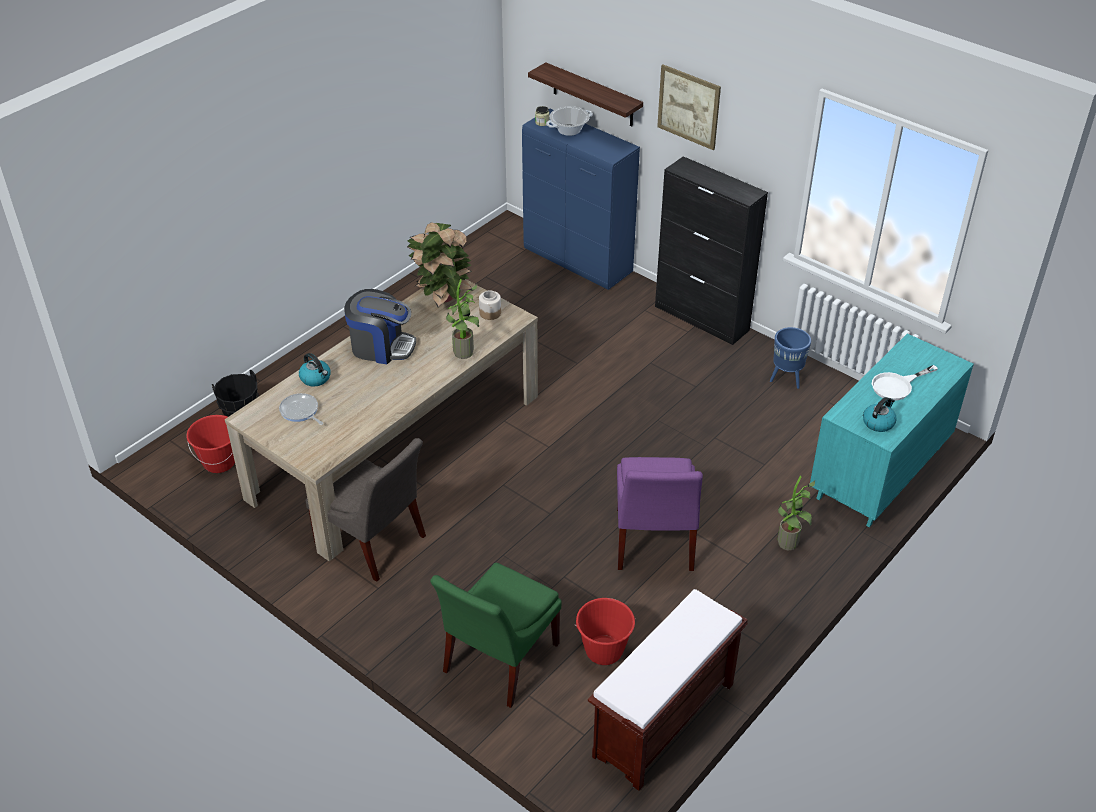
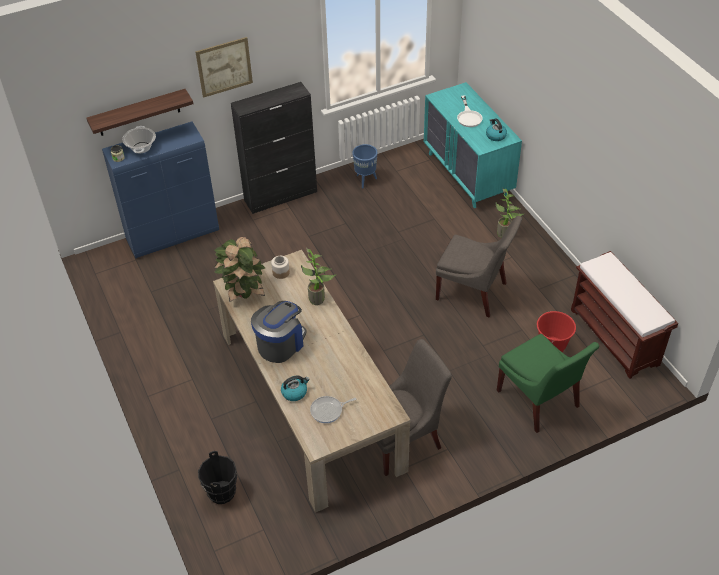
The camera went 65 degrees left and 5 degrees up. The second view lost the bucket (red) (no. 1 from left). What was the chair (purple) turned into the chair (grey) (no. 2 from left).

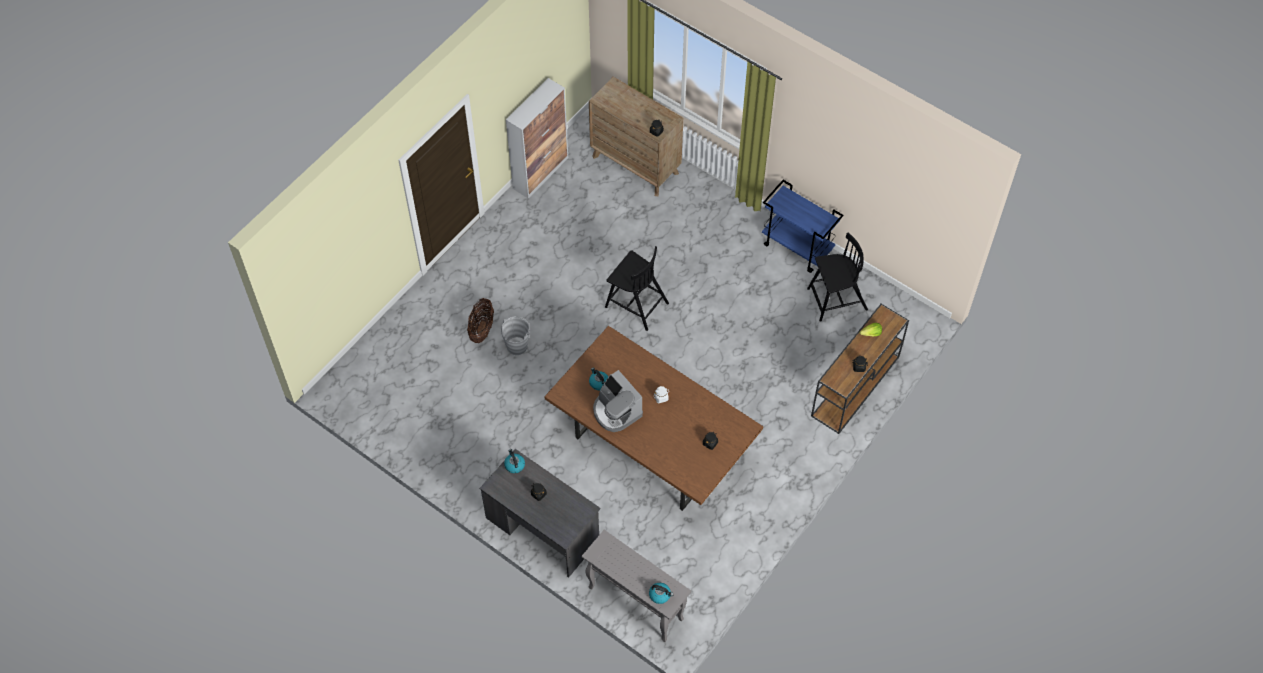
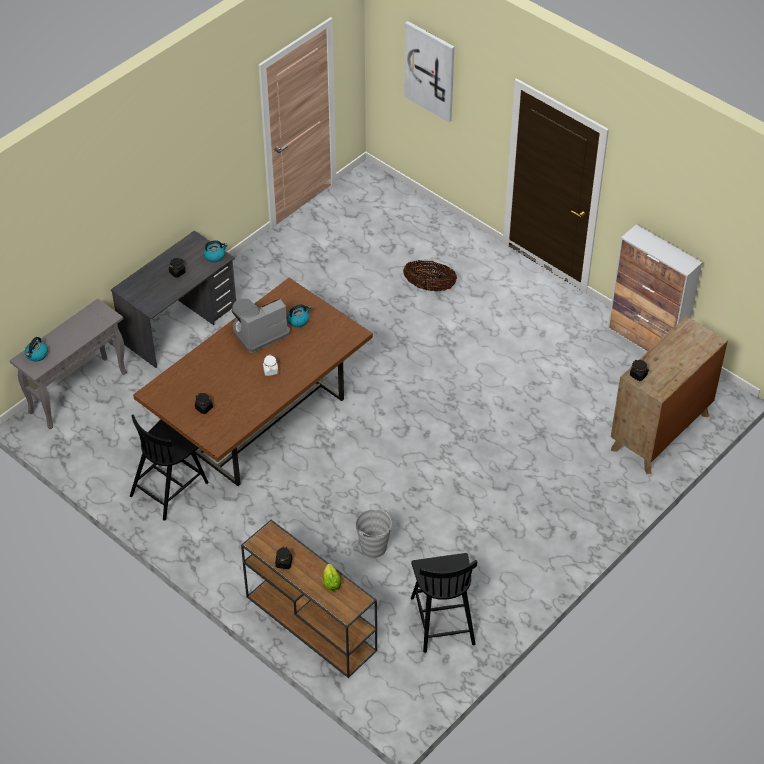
The camera went 95 degrees right and 10 degrees down. The bucket (grey) ended up elsewhere. The chair (black) (no. 1 from left) ended up elsewhere. The second view lost the cart (blue). The second view gained the picture.

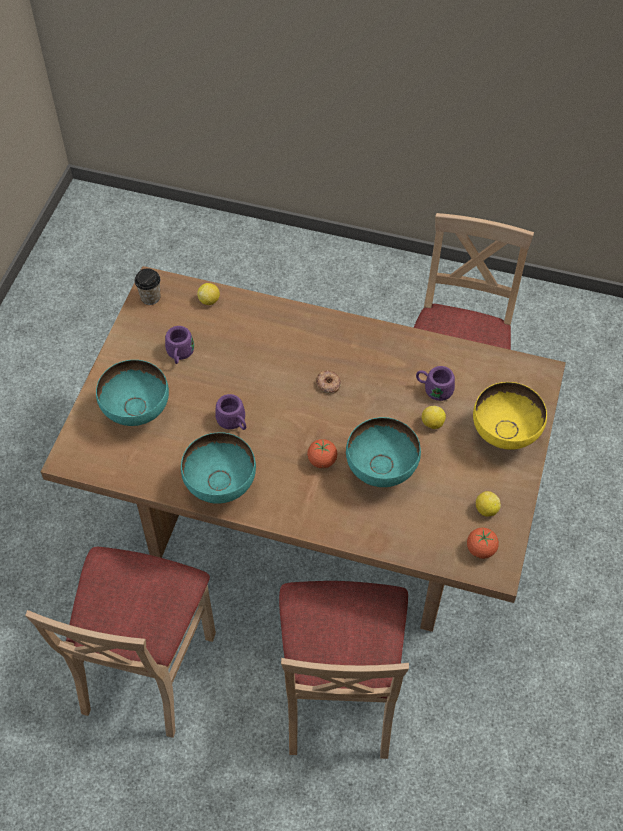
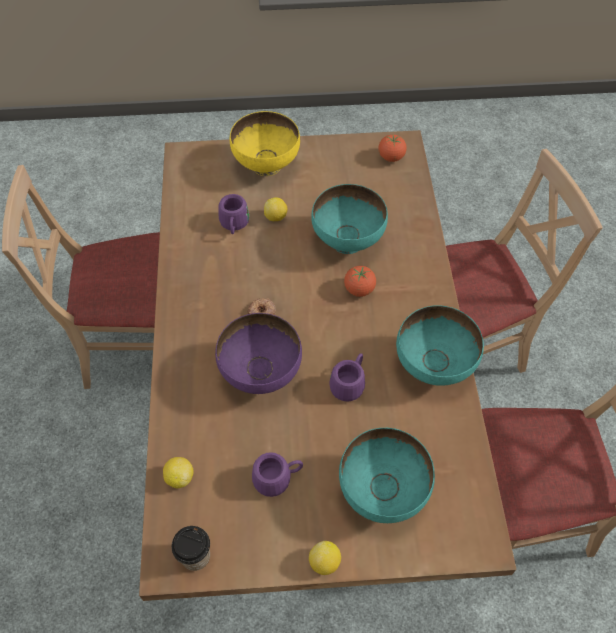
The camera went 110 degrees left and 0 degrees up. The lemon (no. 3 from left) ended up elsewhere. The second view gained the bowl (purple).

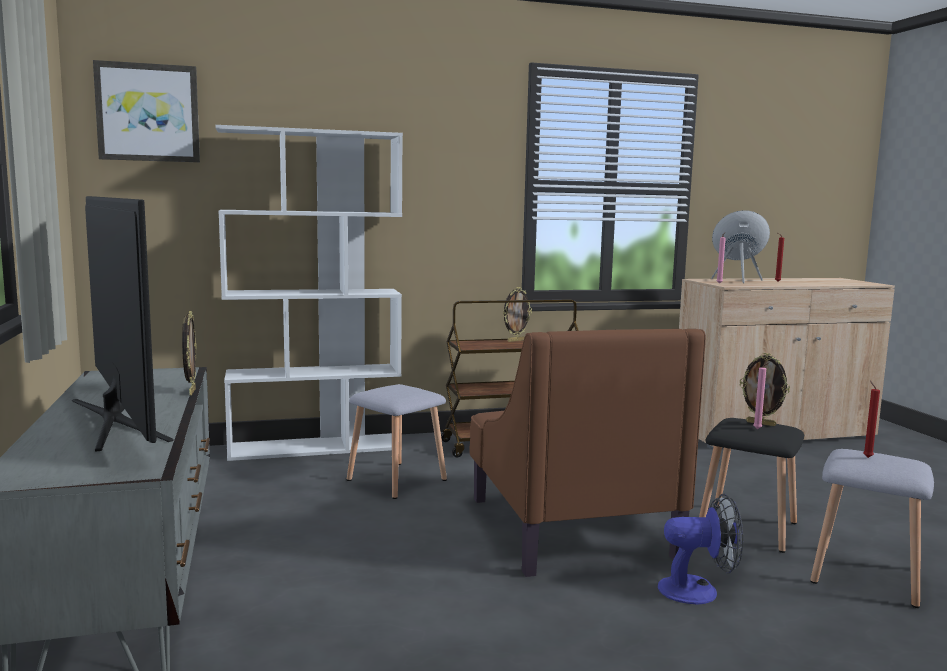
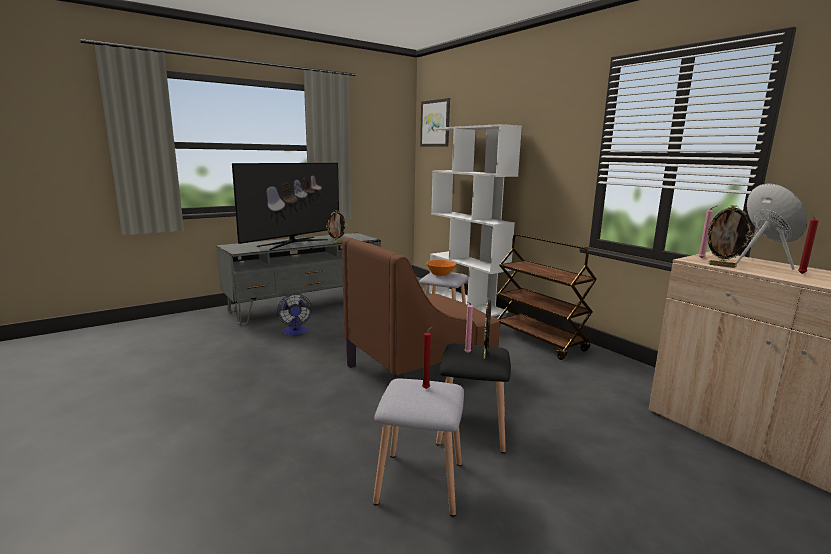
The camera went 70 degrees right and 5 degrees up. The picture frame (no. 2 from left in the first image) ended up elsewhere. The fan ended up elsewhere. The second view gained the bowl (orange).

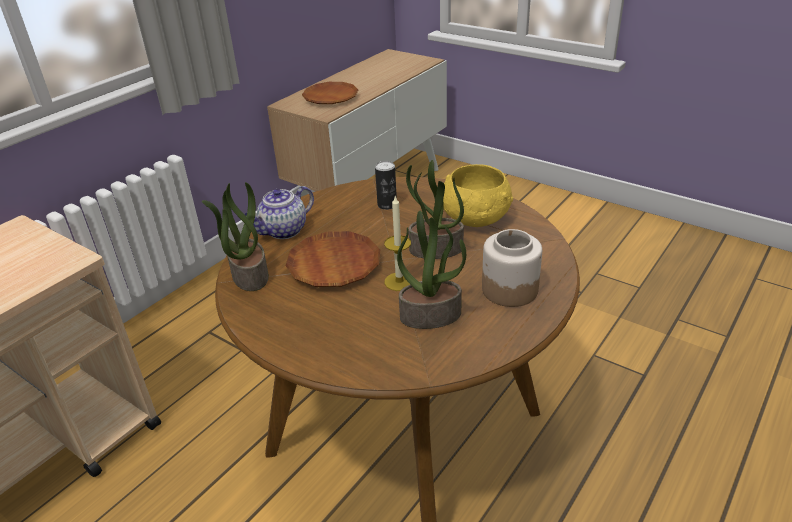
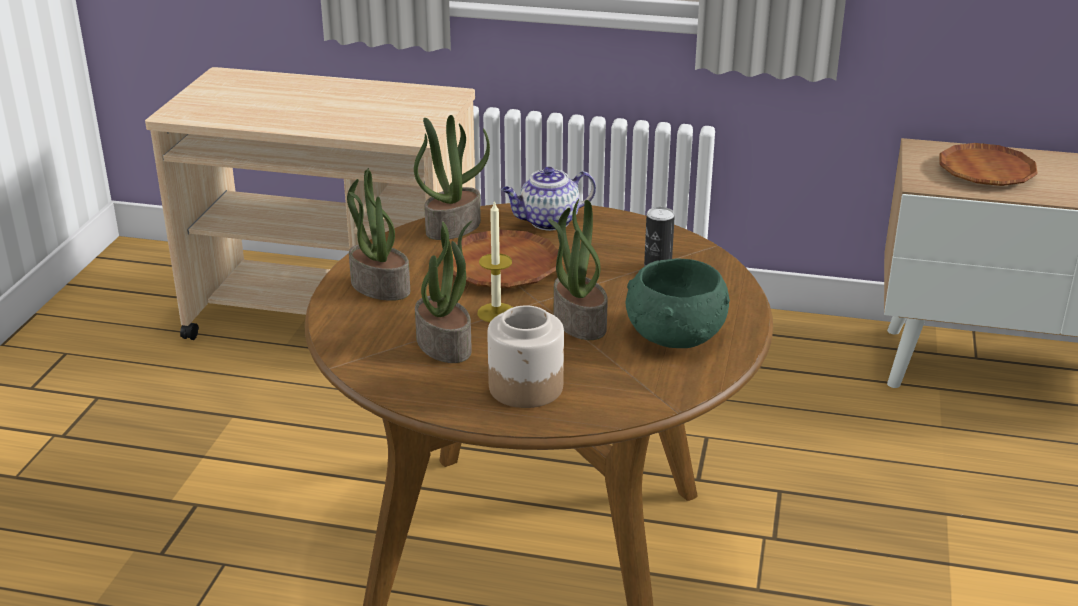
The camera went 65 degrees right and 5 degrees down. The teapot ended up facing another way, 45 degrees counterclockwise from before. What was the bowl (yellow) turned into the bowl (green). The second view gained the potted plant (no. 1 from left).

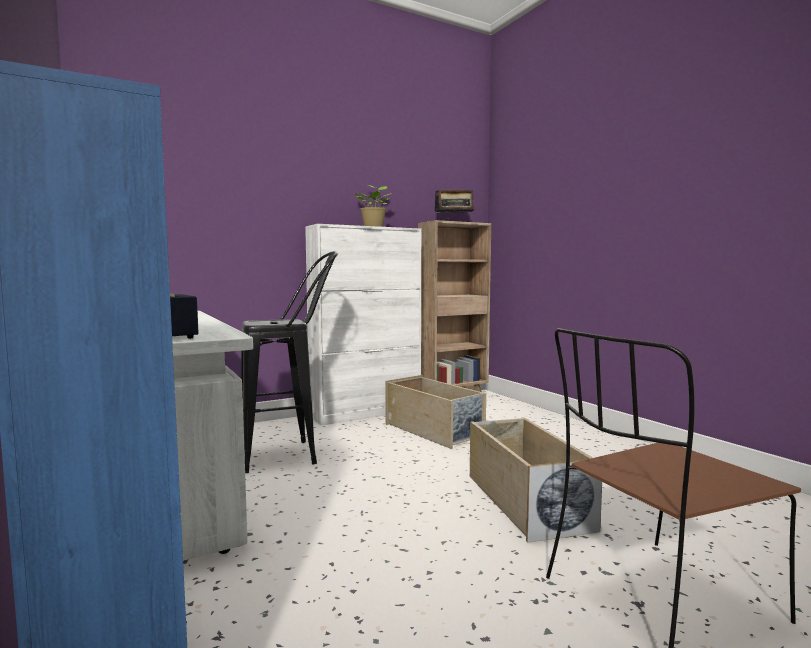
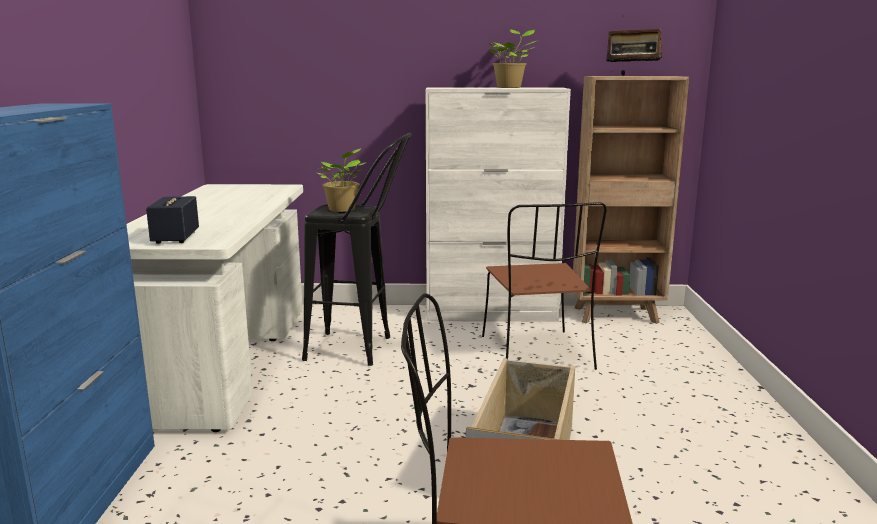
The camera went 30 degrees right and 10 degrees up. Where the storage box (beige) (no. 1 from left) stood, the chair (brown) (no. 2 from left) came to stand. The second view gained the potted plant (no. 1 from left).

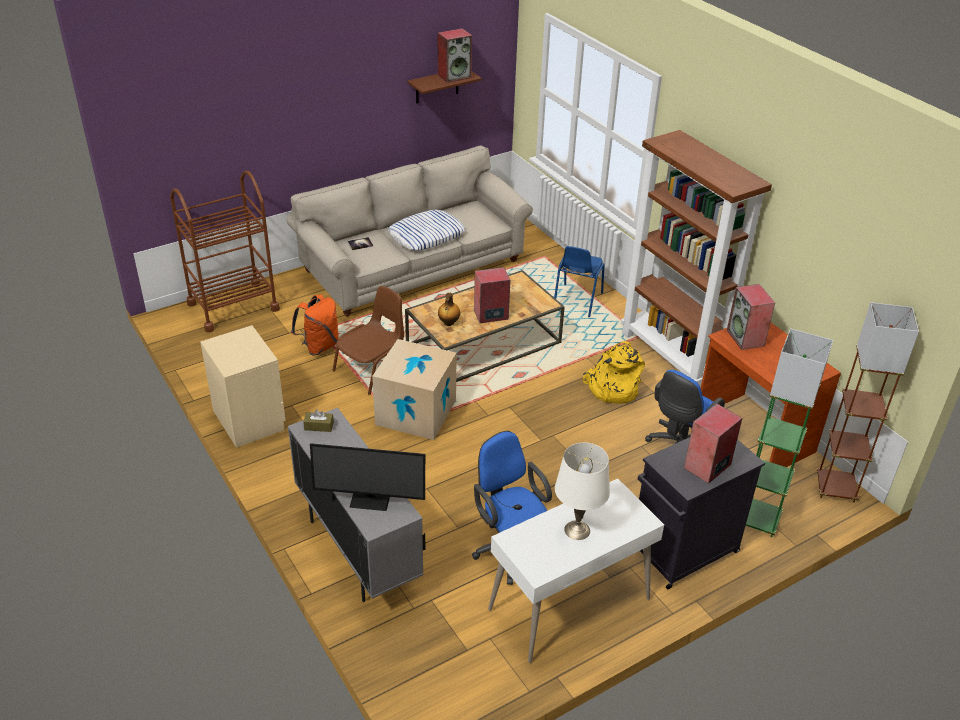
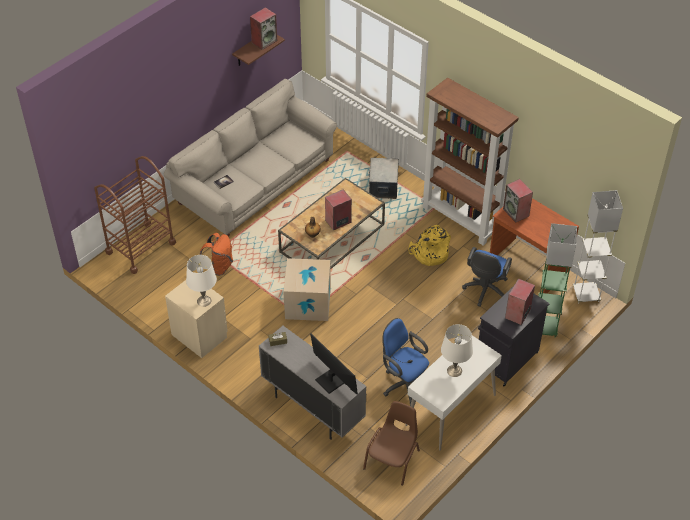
The camera went 15 degrees left and 10 degrees up. The monitor ended up facing another way, 120 degrees counterclockwise from before. The chair (brown) ended up elsewhere. The second view lost the pillow. Where the chair (blue) stood, the storage box came to stand. What was the floor lamp (brown) turned into the floor lamp (white). The second view gained the table lamp (white) (no. 1 from left).

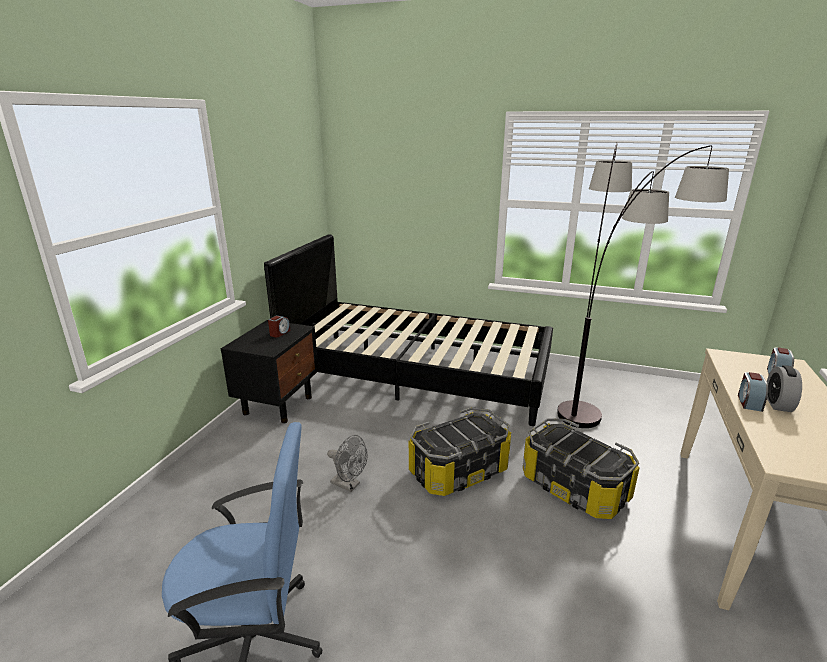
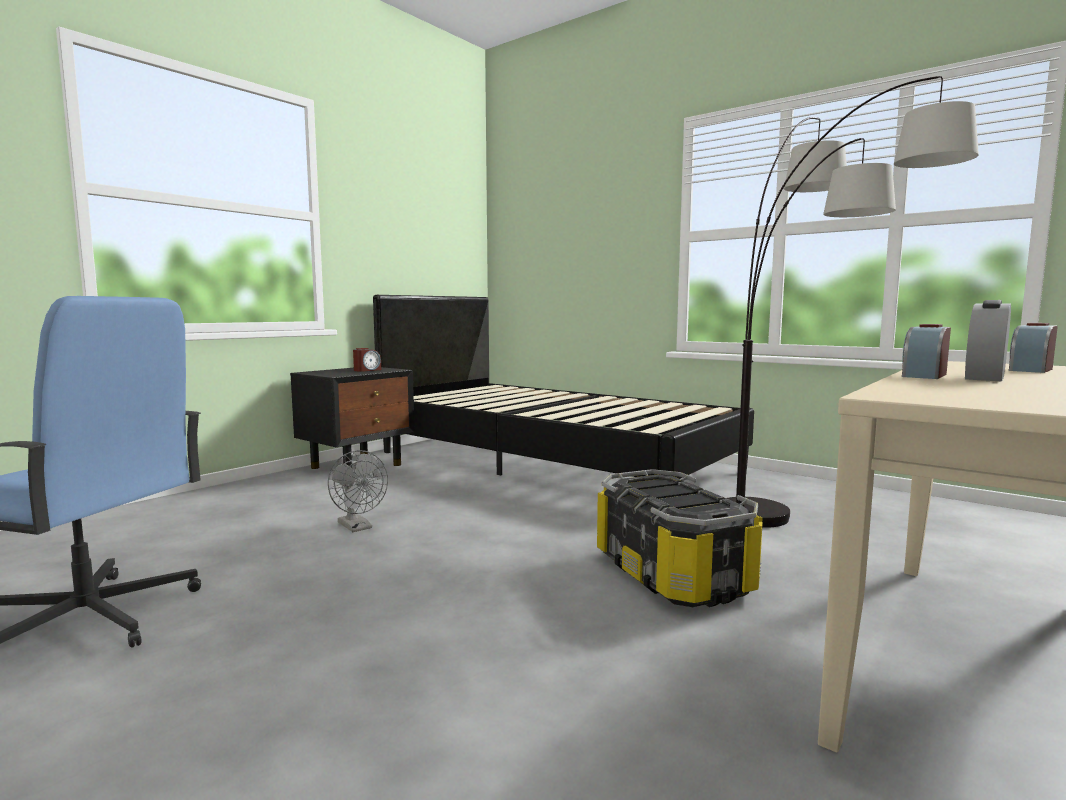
The camera went 20 degrees right and 15 degrees down. The second view lost the storage box (no. 1 from left).

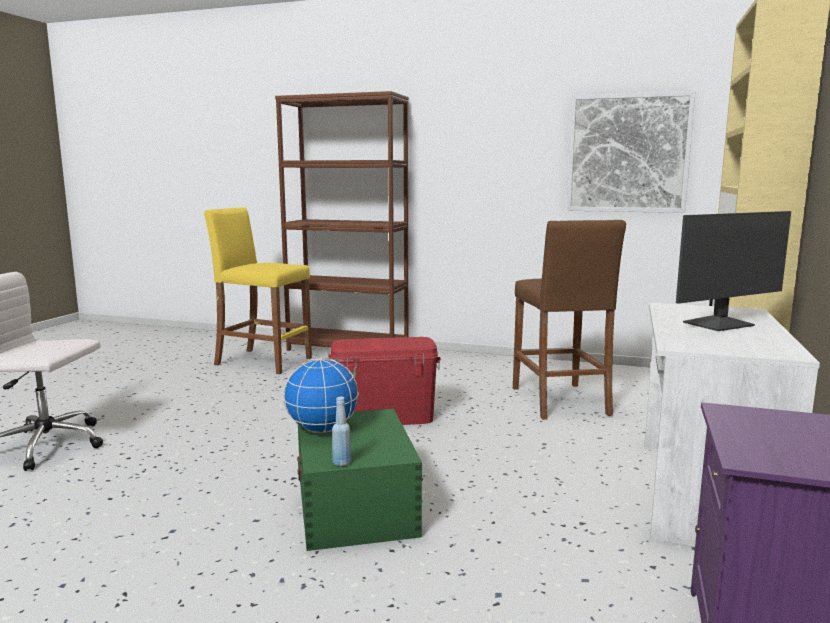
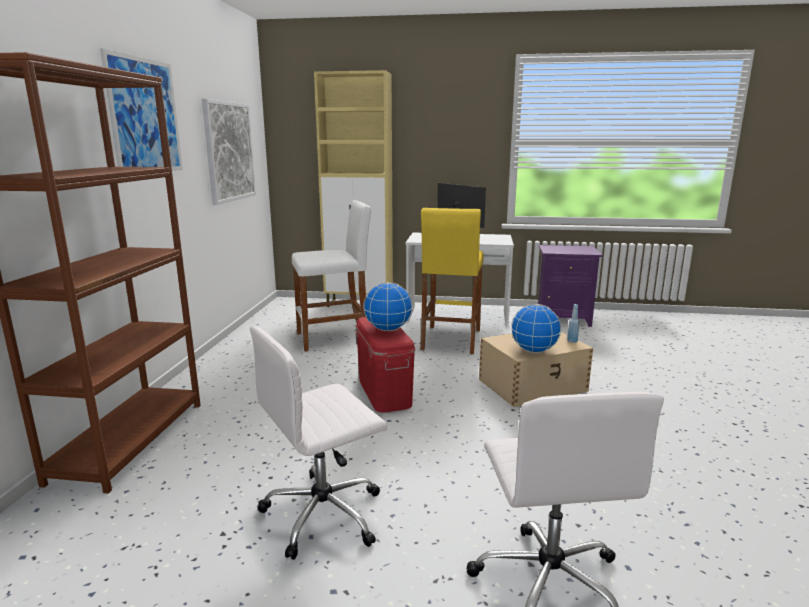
The camera went 100 degrees left and 5 degrees up. The stool (yellow) ended up elsewhere. What was the storage box (green) turned into the storage box (beige). What was the stool (brown) turned into the stool (white). The second view gained the picture (no. 1 from left). The second view gained the office chair (white) (no. 1 from left). The second view gained the globe (no. 1 from left).

